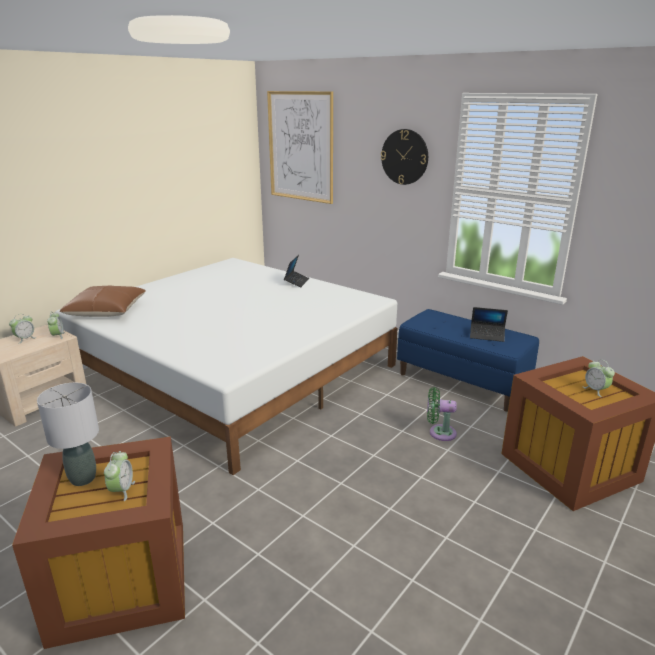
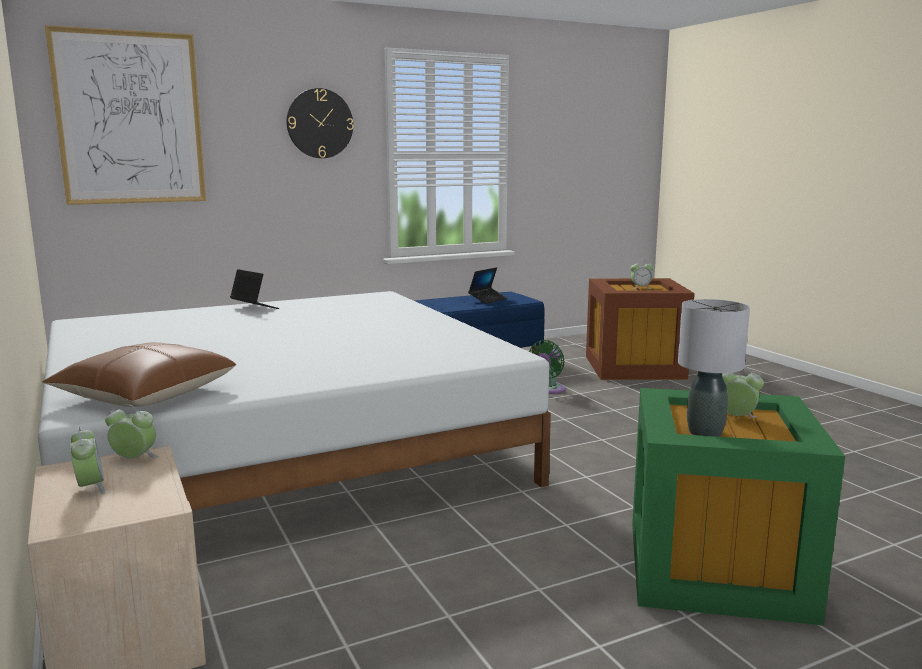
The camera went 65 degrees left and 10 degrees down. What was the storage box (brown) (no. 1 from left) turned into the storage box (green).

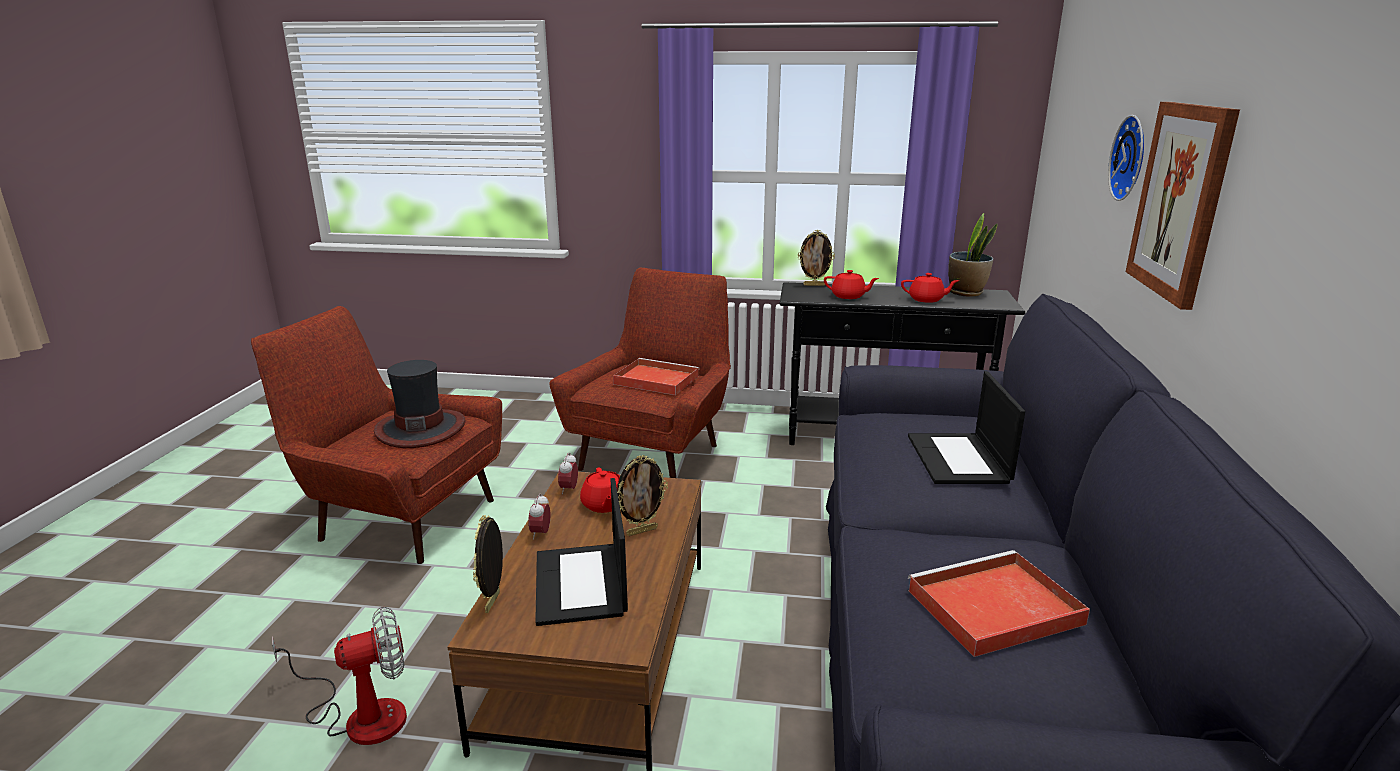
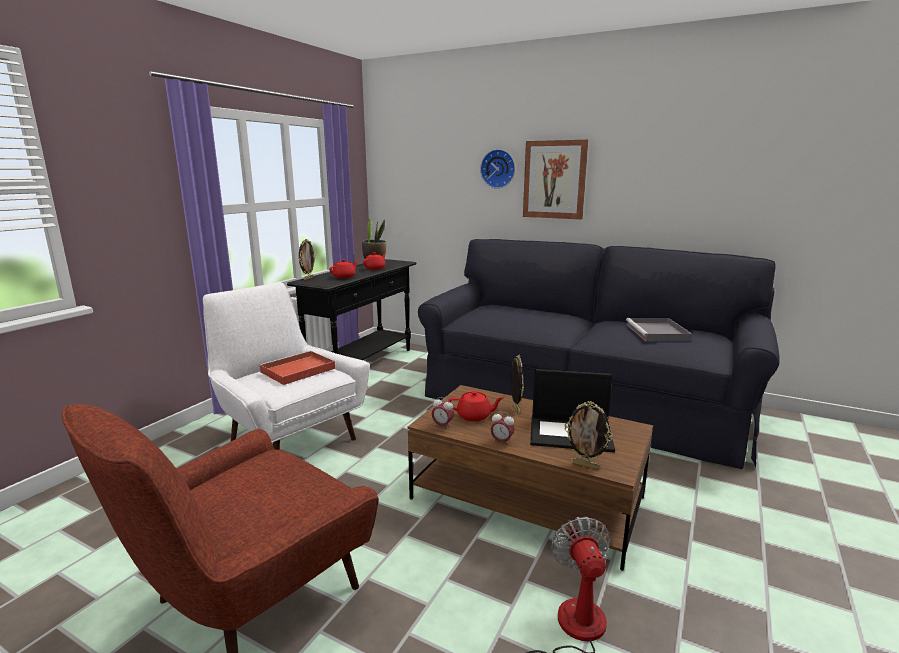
The camera went 70 degrees left and 5 degrees down. The second view lost the hat. What was the armchair (red) (no. 2 from left) turned into the armchair (white). The second view lost the laptop (no. 2 from left). What was the tray (red) (no. 2 from left) turned into the tray (grey).

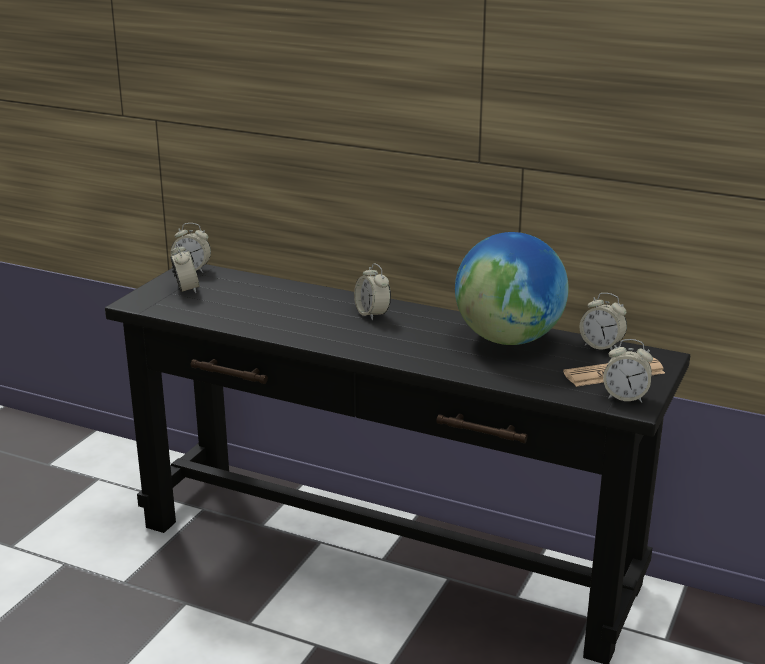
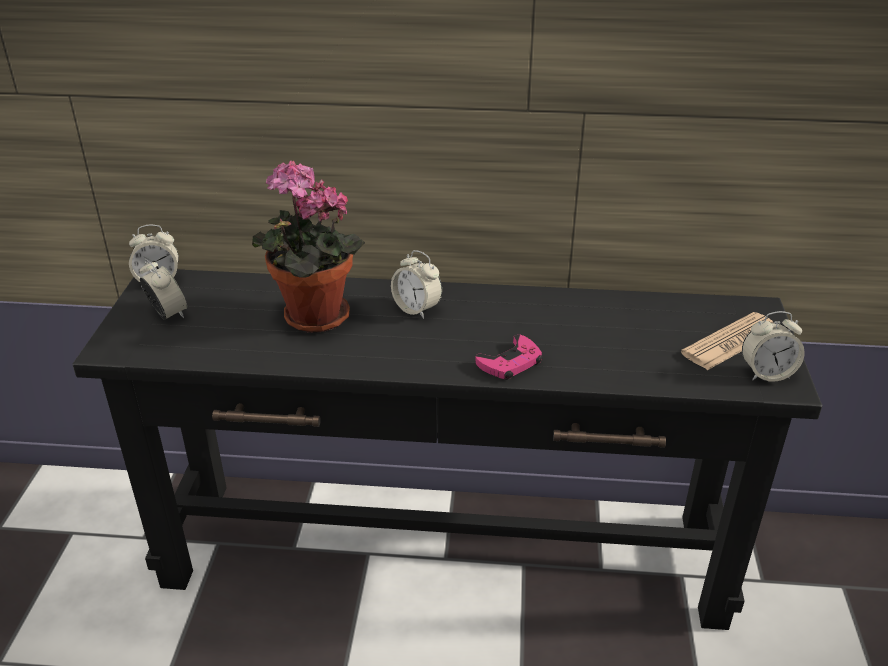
The camera went 20 degrees left and 10 degrees up. The second view lost the globe. The second view lost the alarm clock (no. 4 from left). The second view gained the potted plant. The second view gained the game controller (pink).

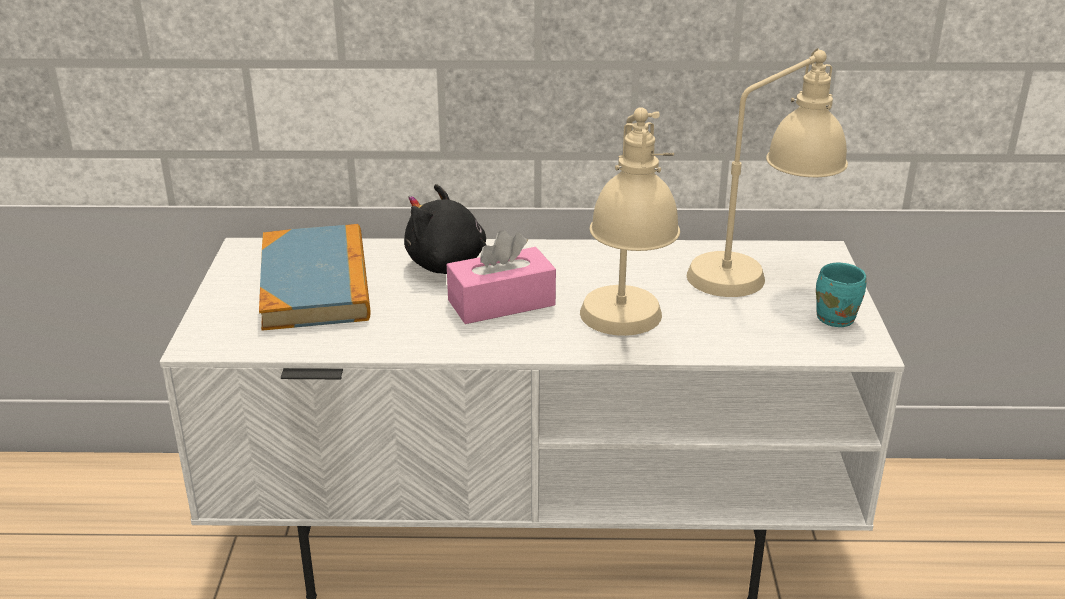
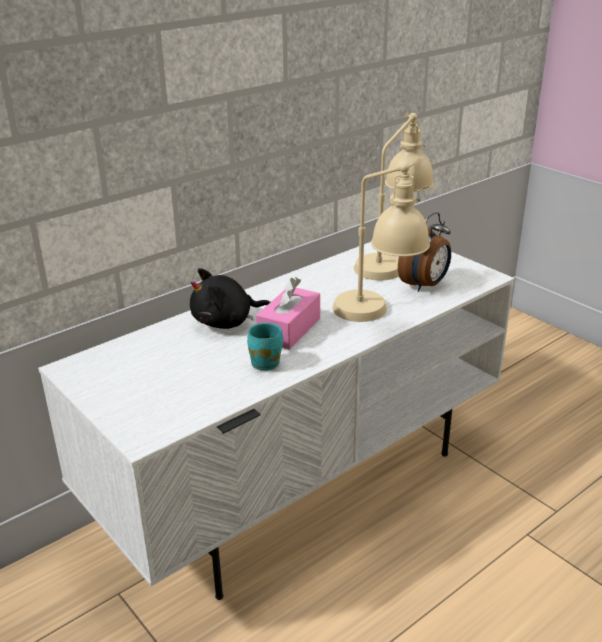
The camera went 40 degrees left and 0 degrees up. The second view lost the book. The mug (turquoise) ended up elsewhere. The second view gained the alarm clock.

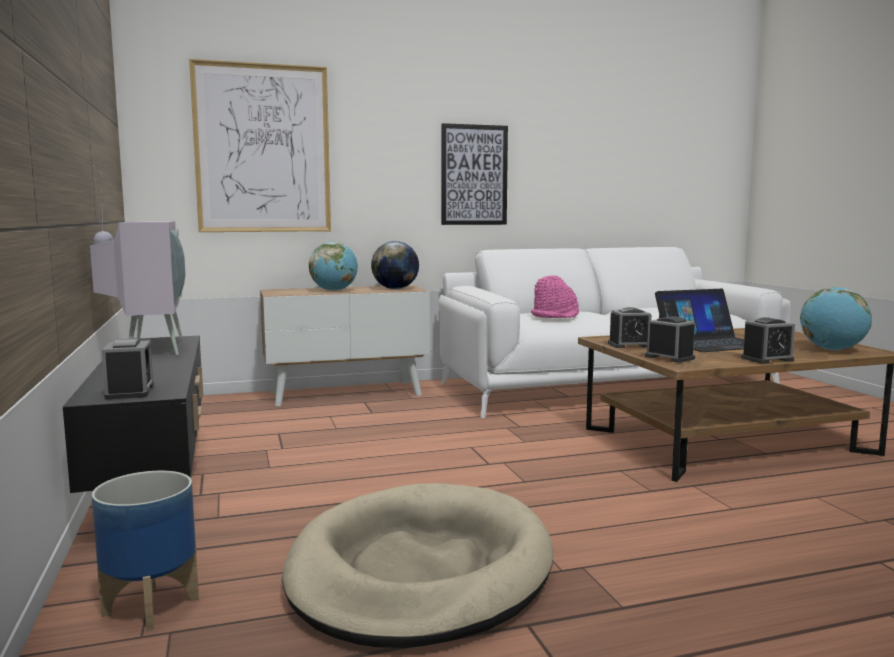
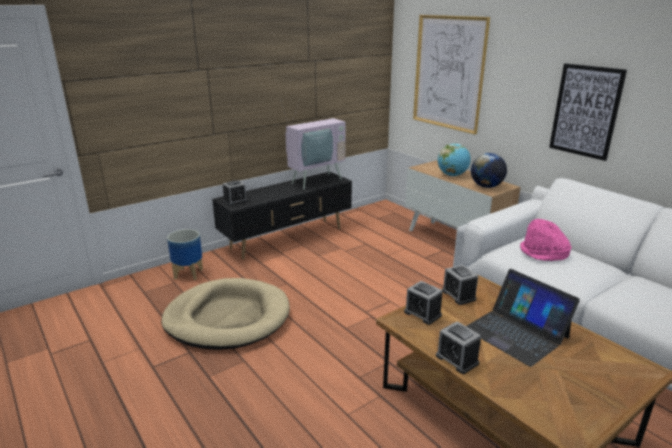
The camera went 70 degrees right and 15 degrees up. The alarm clock (no. 3 from left in the first image) ended up facing another way, 105 degrees clockwise from before. The second view lost the globe (no. 3 from left).

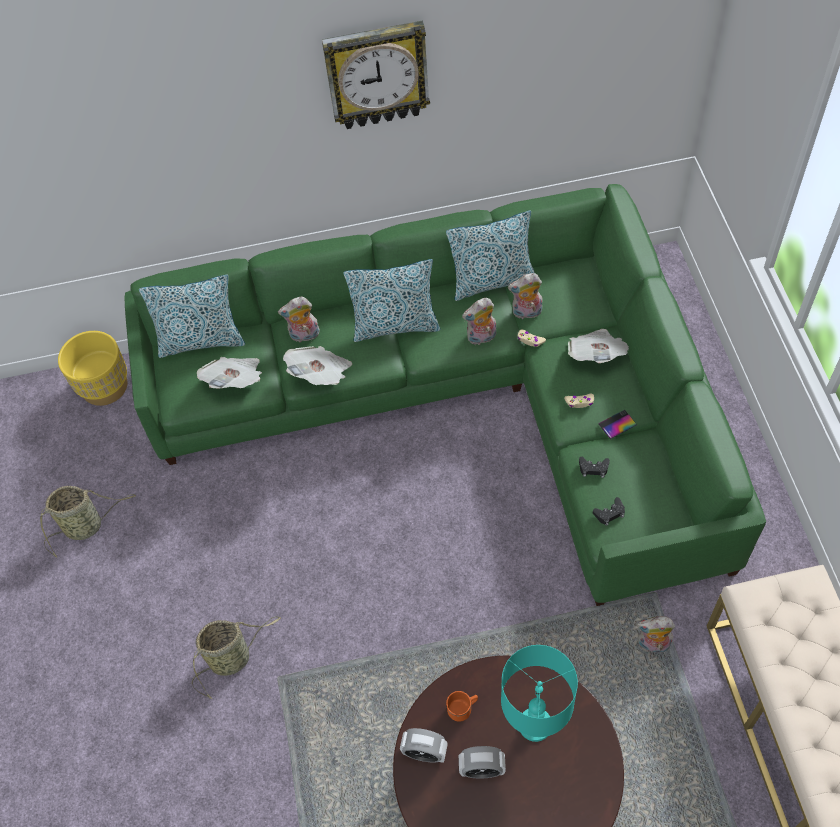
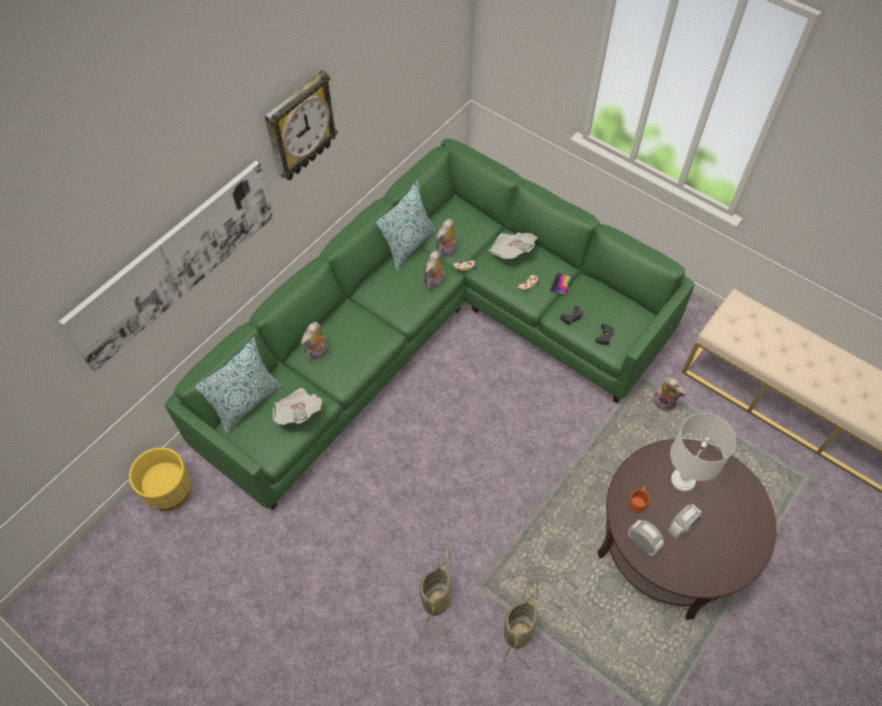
The camera went 45 degrees left and 0 degrees up. The basket (no. 1 from left in the first image) ended up elsewhere. The second view lost the newspaper (no. 2 from left). The second view lost the pillow (no. 2 from left). The alarm clock (no. 1 from left) ended up facing another way, 105 degrees counterclockwise from before. What was the table lamp (turquoise) turned into the table lamp (white). The plush toy (no. 4 from left) ended up facing another way, 105 degrees counterclockwise from before. The second view gained the picture.

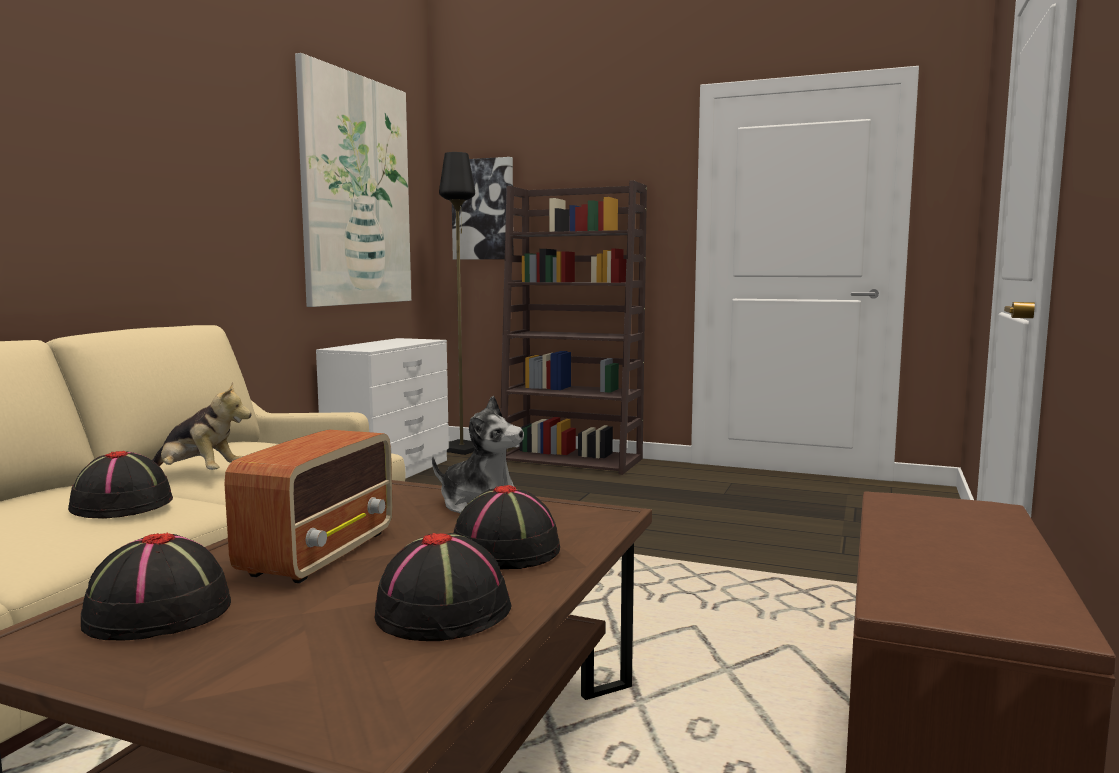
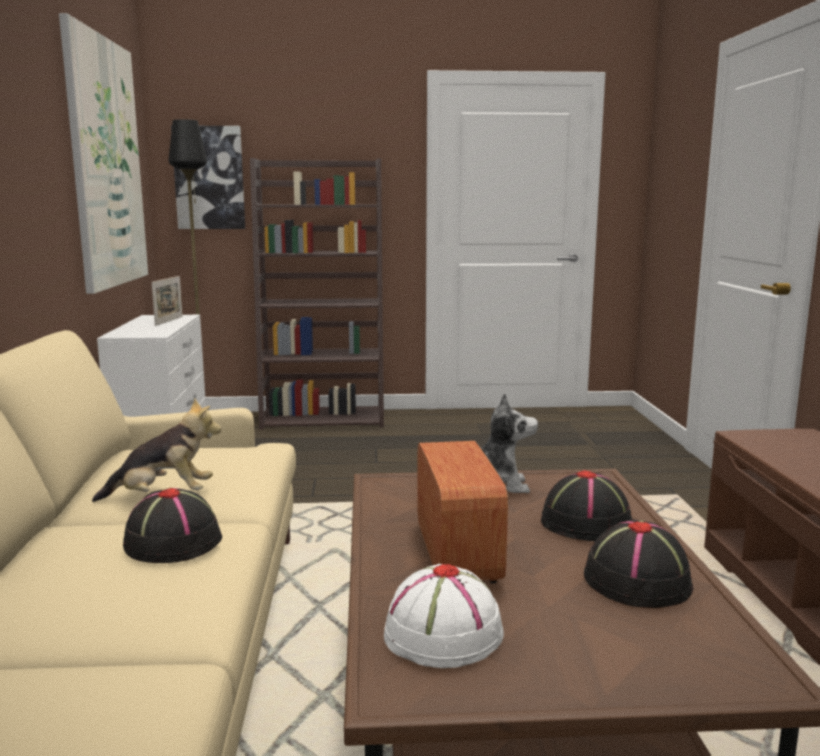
The camera went 25 degrees left and 5 degrees up. What was the hat (black) (no. 2 from left) turned into the hat (white). The second view gained the picture frame.

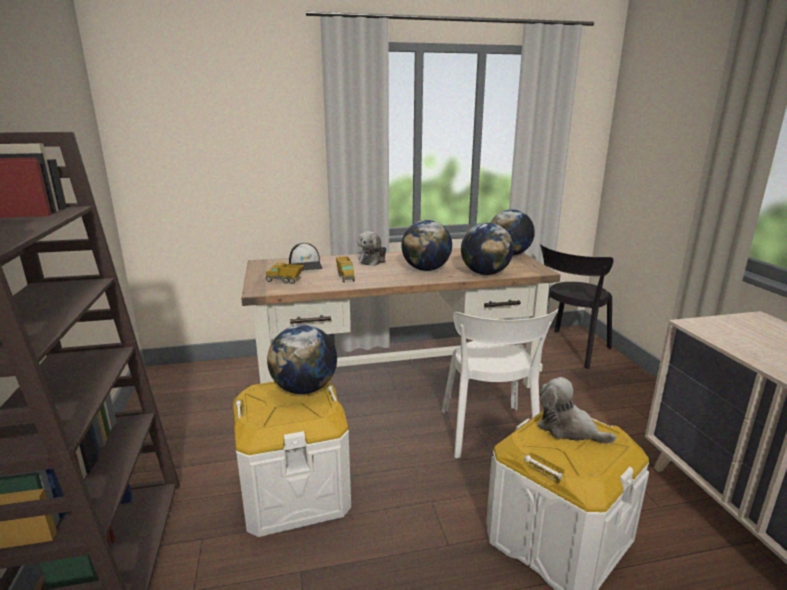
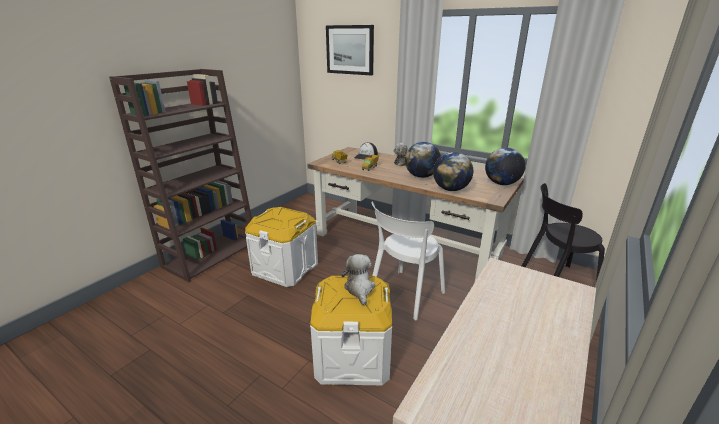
The camera went 45 degrees right and 5 degrees up. The second view lost the globe (no. 1 from left). The second view gained the picture.

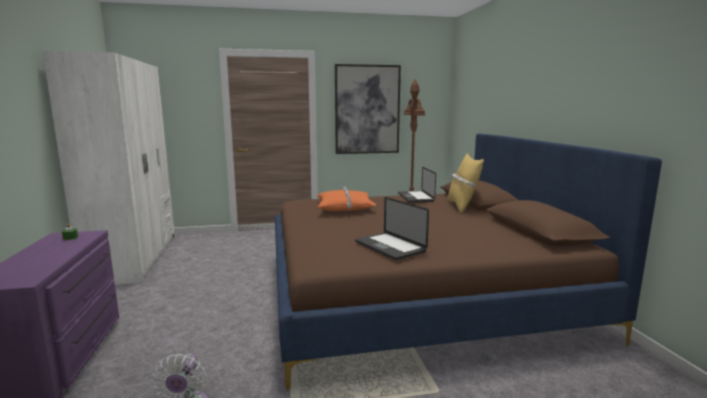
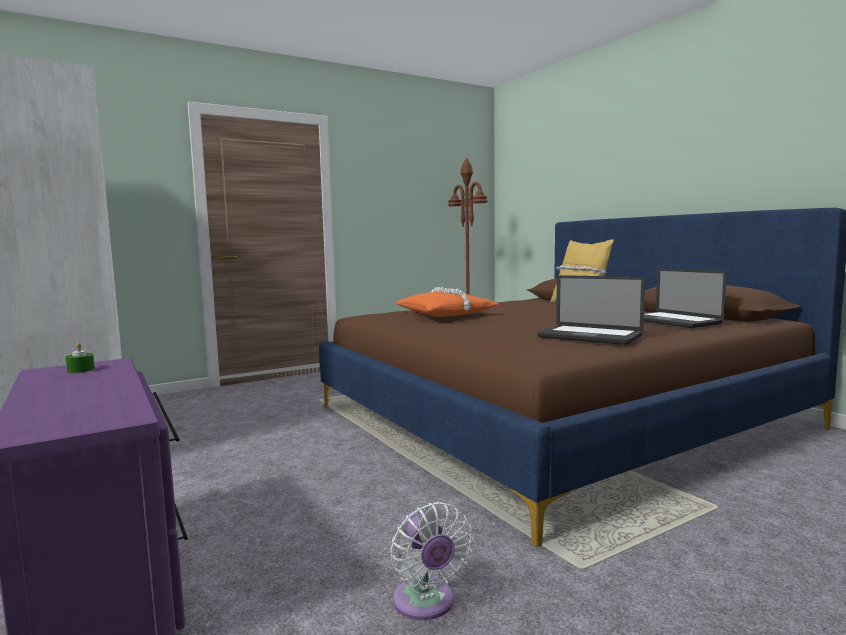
The camera went 20 degrees left and 5 degrees down. The second view lost the picture. The laptop (no. 2 from left) ended up elsewhere.

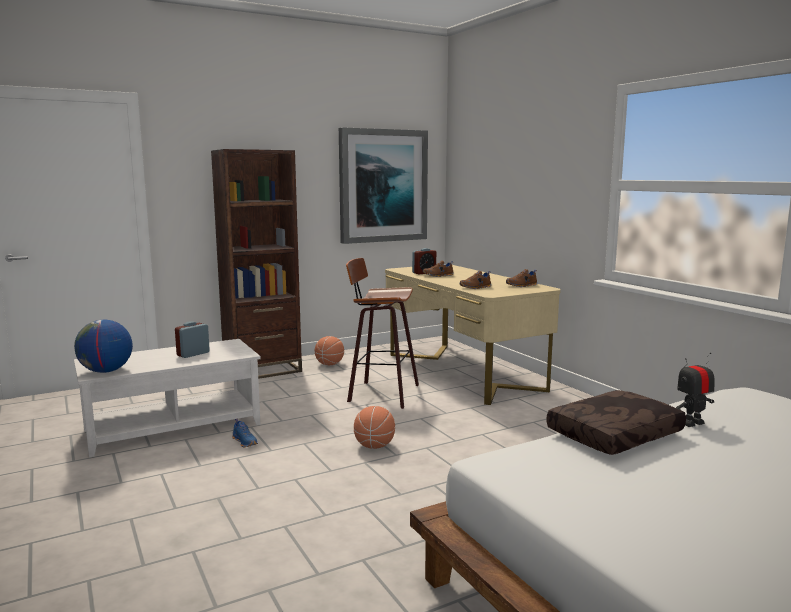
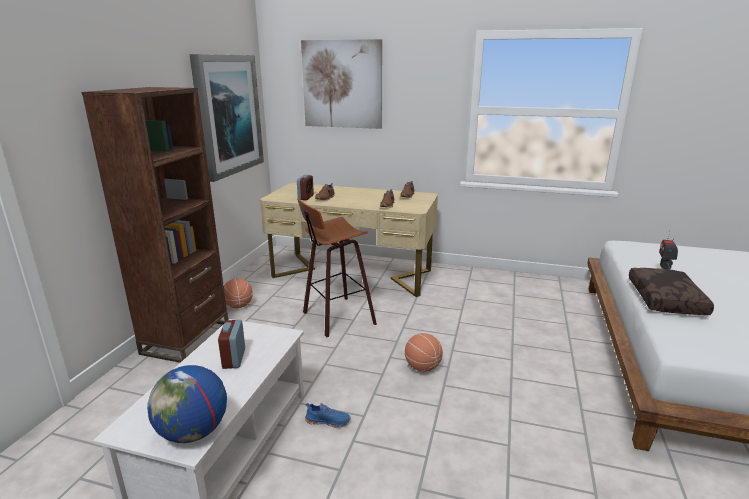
The camera went 45 degrees left and 10 degrees up. The second view gained the picture (no. 2 from left).

